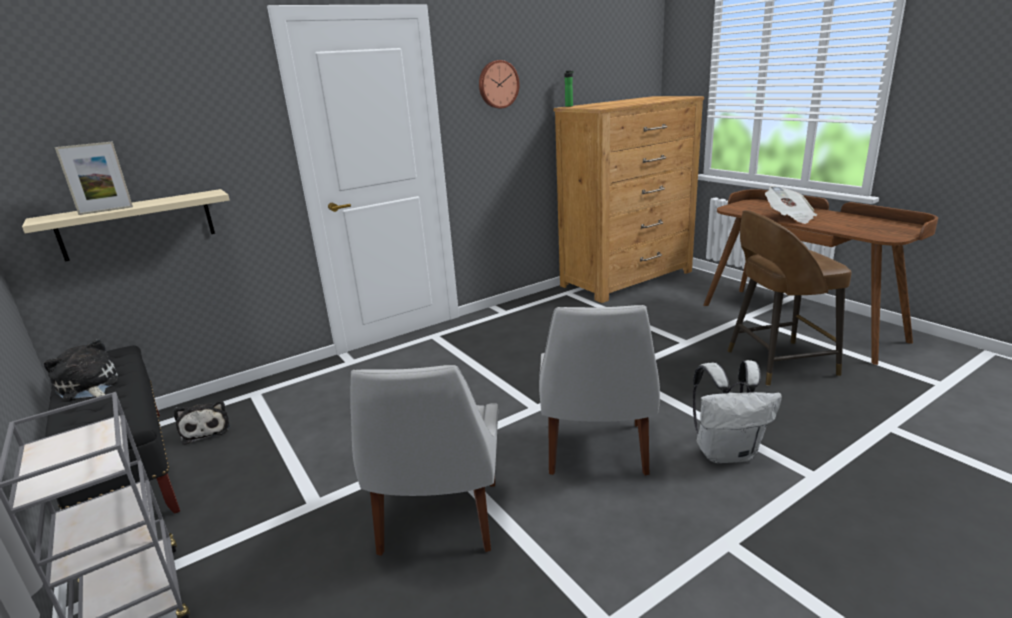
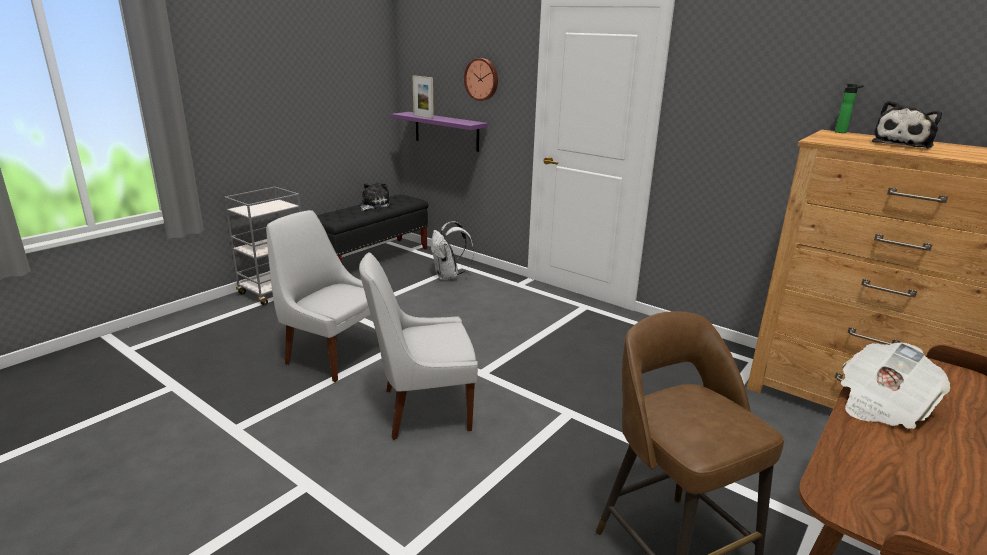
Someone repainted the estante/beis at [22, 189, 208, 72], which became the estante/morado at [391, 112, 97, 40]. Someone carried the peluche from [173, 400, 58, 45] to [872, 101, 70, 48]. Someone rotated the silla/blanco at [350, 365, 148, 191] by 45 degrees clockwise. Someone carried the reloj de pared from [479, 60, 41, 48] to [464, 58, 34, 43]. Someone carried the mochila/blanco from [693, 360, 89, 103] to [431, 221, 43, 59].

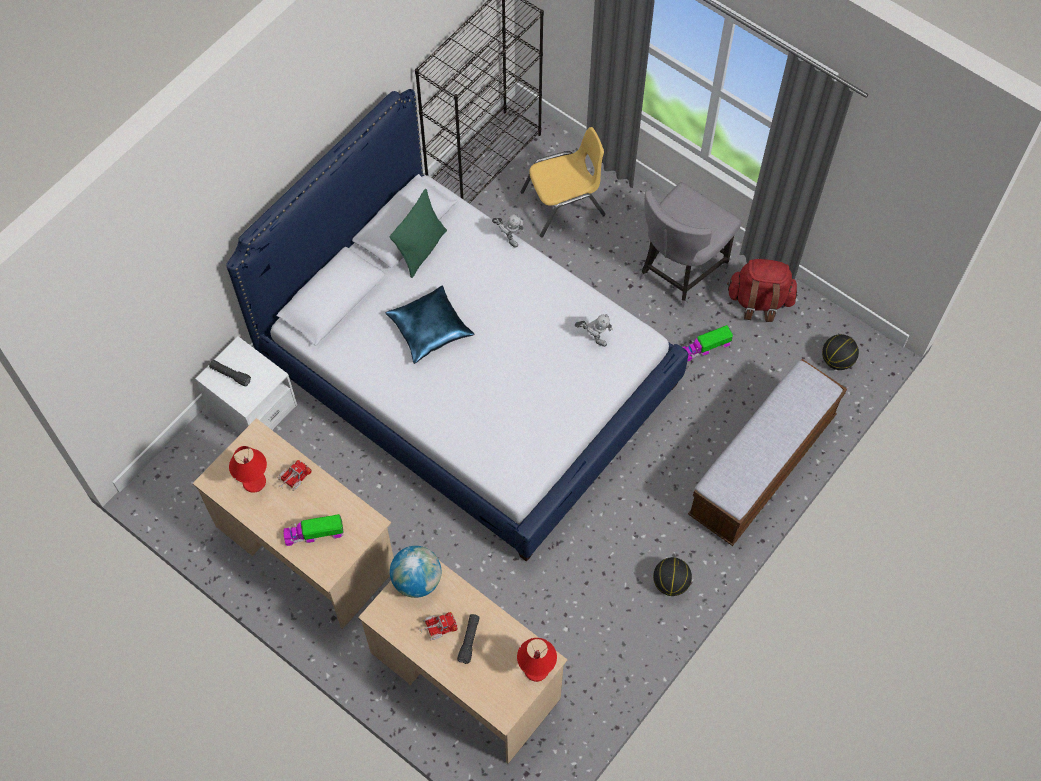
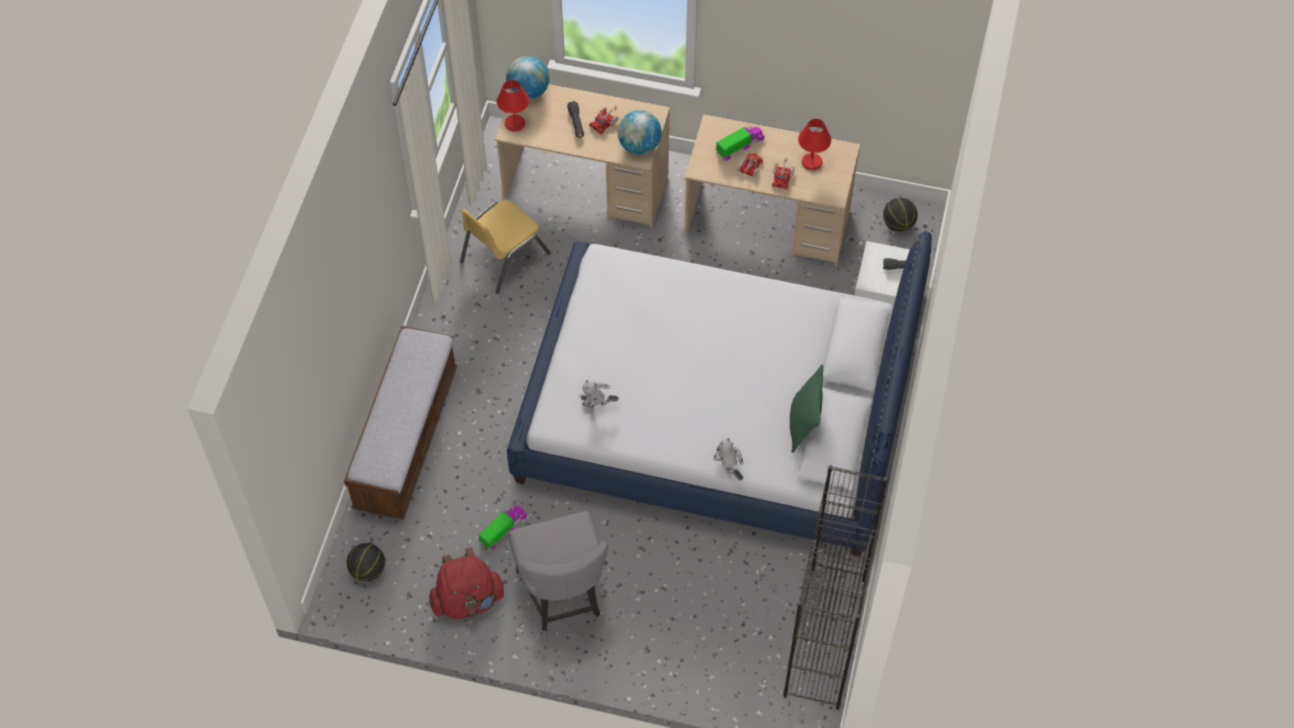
Someone took away the cojín/azul at [386, 286, 89, 78]. Someone rotated the robot de juguete at [492, 214, 32, 34] by 45 degrees clockwise. Someone carried the silla/amarillo from [521, 127, 85, 110] to [460, 200, 91, 94]. Someone rotated the silla/gris at [639, 182, 102, 126] by 150 degrees clockwise. Someone carried the balón de baloncesto from [653, 557, 39, 39] to [883, 198, 35, 34]. Someone put down the globo terráqueo at [506, 56, 44, 44]. Someone put down the camión de juguete at [737, 153, 26, 24].

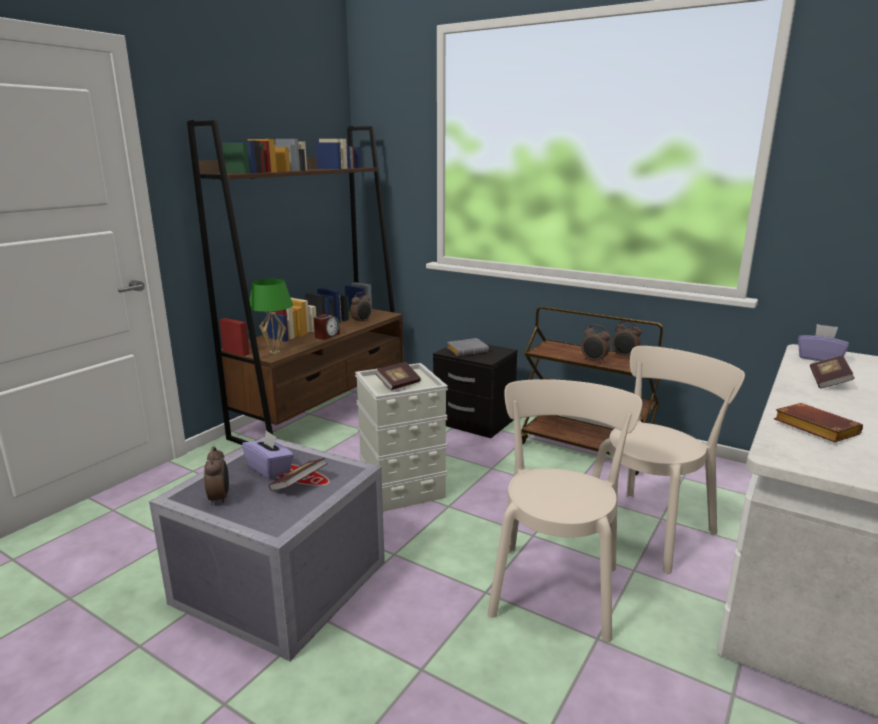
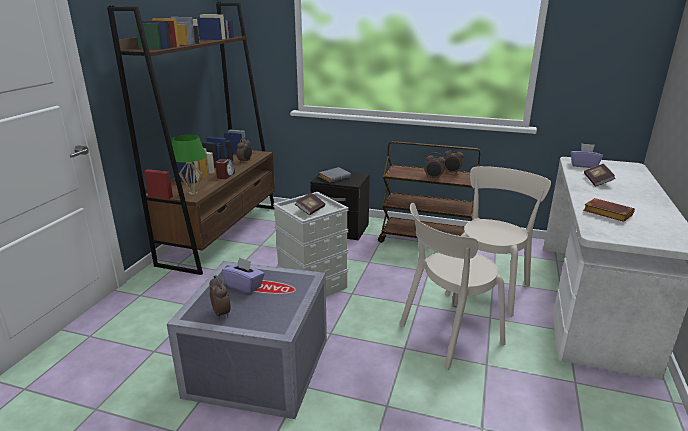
Someone took away the libro at [269, 458, 59, 33]. Someone rotated the silla/beis at [487, 379, 155, 263] by 120 degrees counterclockwise.

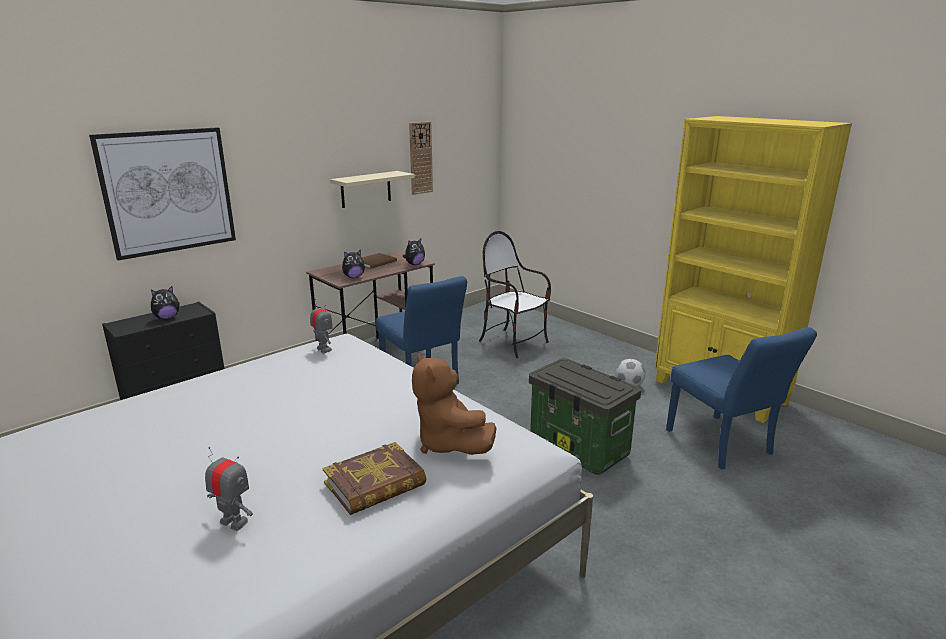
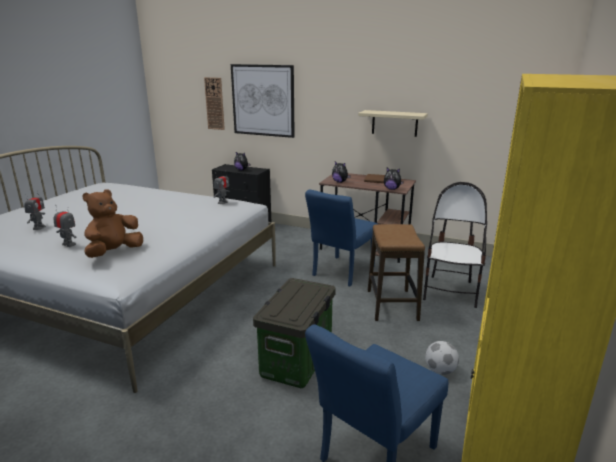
Someone swapped the libro at [323, 442, 103, 73] for the robot de juguete at [54, 205, 23, 42]. Someone carried the reloj de pared from [409, 122, 24, 73] to [204, 77, 21, 53]. Someone put down the taburete at [368, 224, 57, 97].

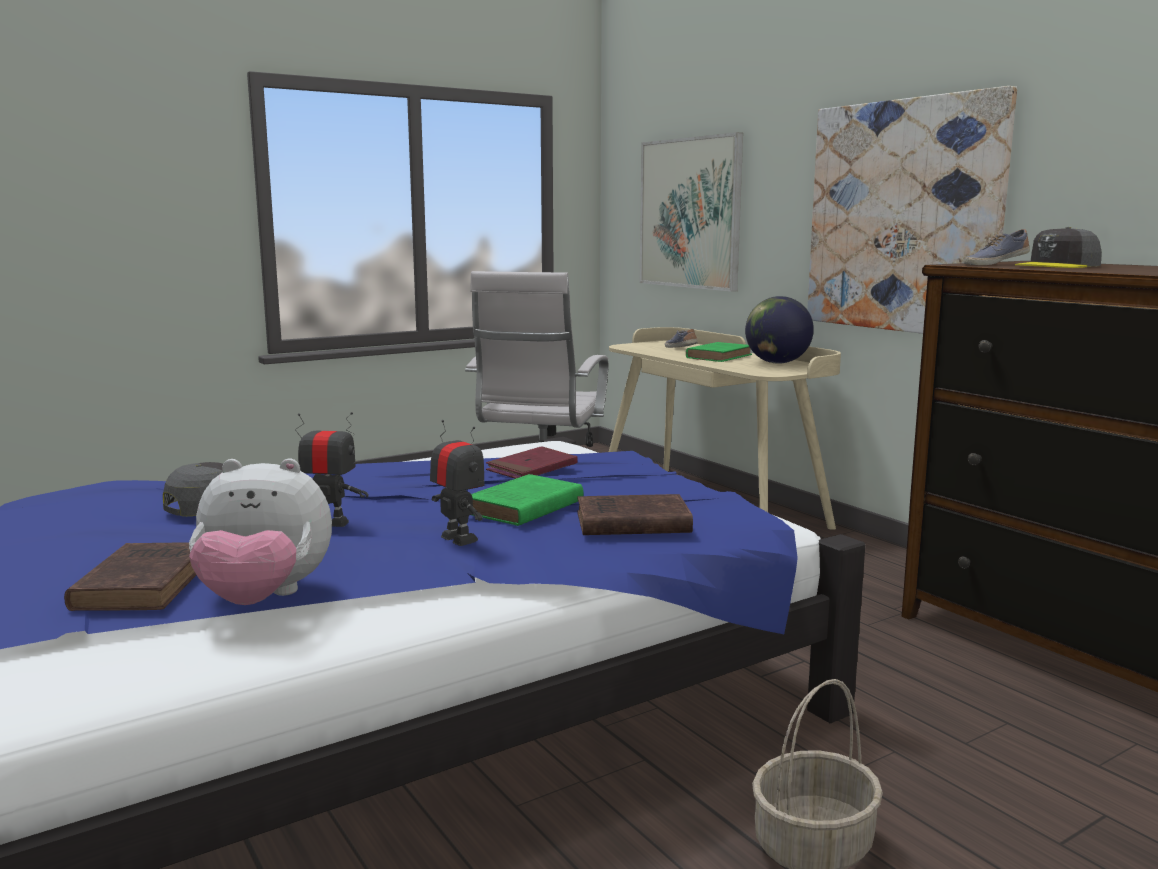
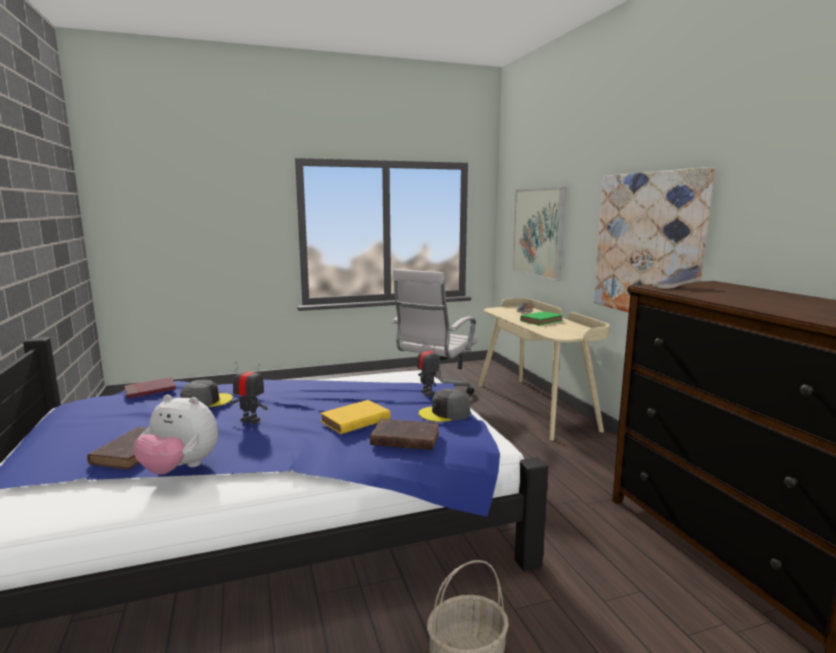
Someone carried the robot de juguete from [430, 420, 54, 126] to [417, 341, 22, 56]. Someone repainted the libro/verde at [471, 474, 112, 52], which became the libro/amarillo at [320, 400, 71, 34]. Someone carried the libro/rojo from [486, 446, 92, 33] to [124, 377, 52, 22]. Someone took away the globo terráqueo at [745, 296, 69, 68]. Someone carried the gorra/gris from [1015, 227, 87, 41] to [419, 389, 51, 33].

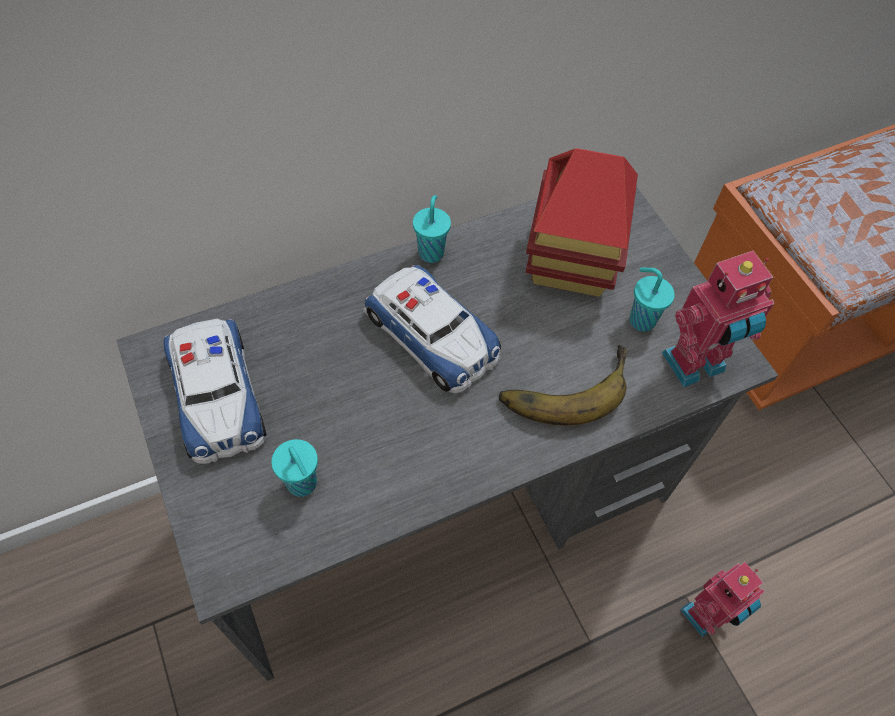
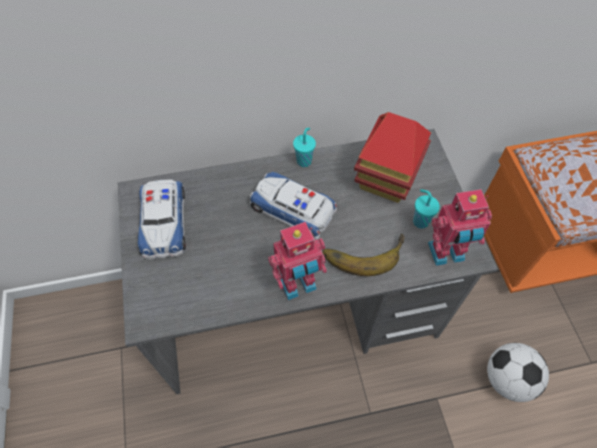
Someone took away the taza/turquesa at [272, 439, 46, 58]. Someone rotated the coche de juguete at [363, 265, 138, 129] by 150 degrees clockwise. Someone carried the robot de juguete from [680, 562, 85, 75] to [268, 222, 59, 78]. Someone put down the balón de fútbol at [487, 343, 62, 59].

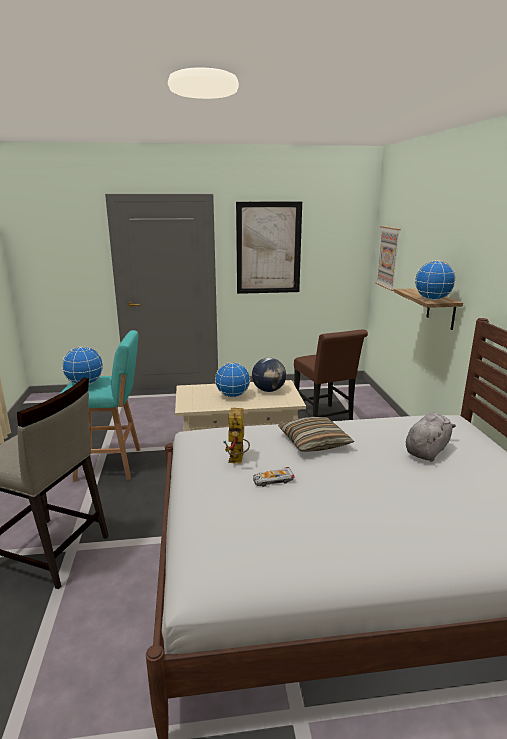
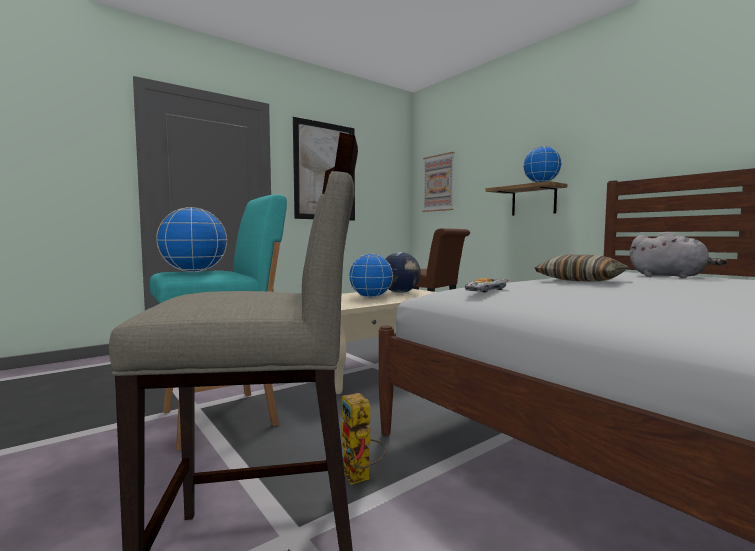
Someone carried the robot de juguete from [224, 408, 26, 55] to [342, 393, 44, 92]. Someone carried the coche de juguete from [253, 467, 42, 20] to [465, 278, 44, 15]. Someone rotated the peluche/gris at [406, 413, 50, 48] by 120 degrees clockwise.

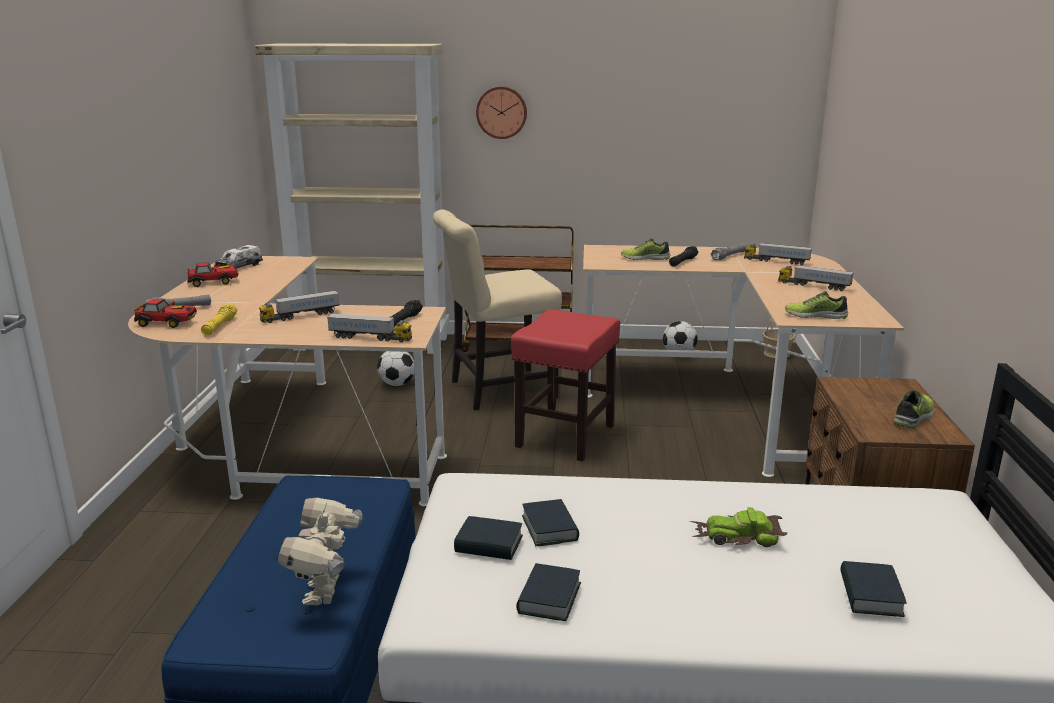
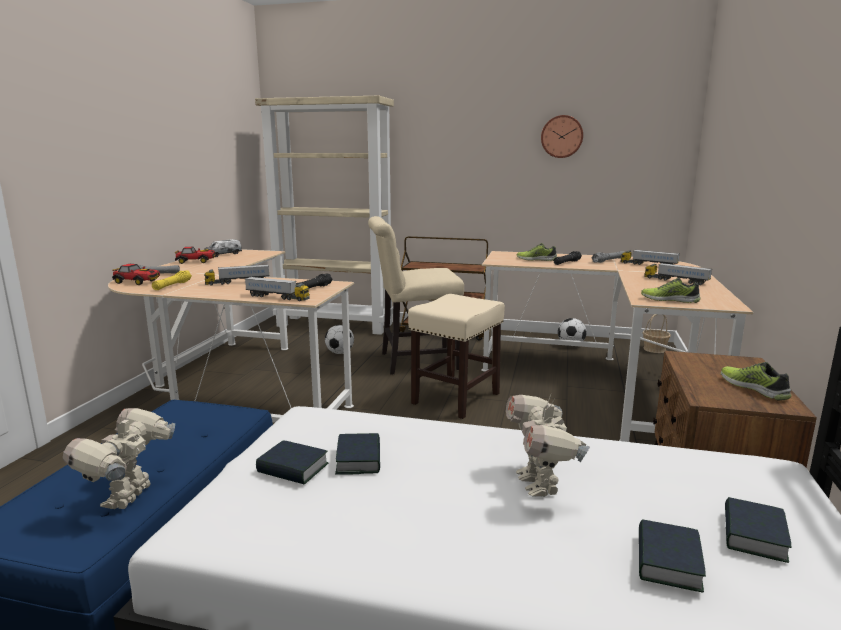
Someone carried the reloj de pared from [476, 86, 51, 53] to [541, 115, 42, 43]. Someone repainted the taburete/rojo at [511, 309, 109, 153], which became the taburete/beis at [408, 294, 97, 125]. Someone carried the libro from [516, 563, 65, 58] to [725, 497, 66, 66]. Someone swapped the coche de juguete at [690, 507, 97, 40] for the robot de juguete at [506, 395, 84, 102]. Someone rotated the zapato at [894, 390, 40, 38] by 75 degrees counterclockwise.

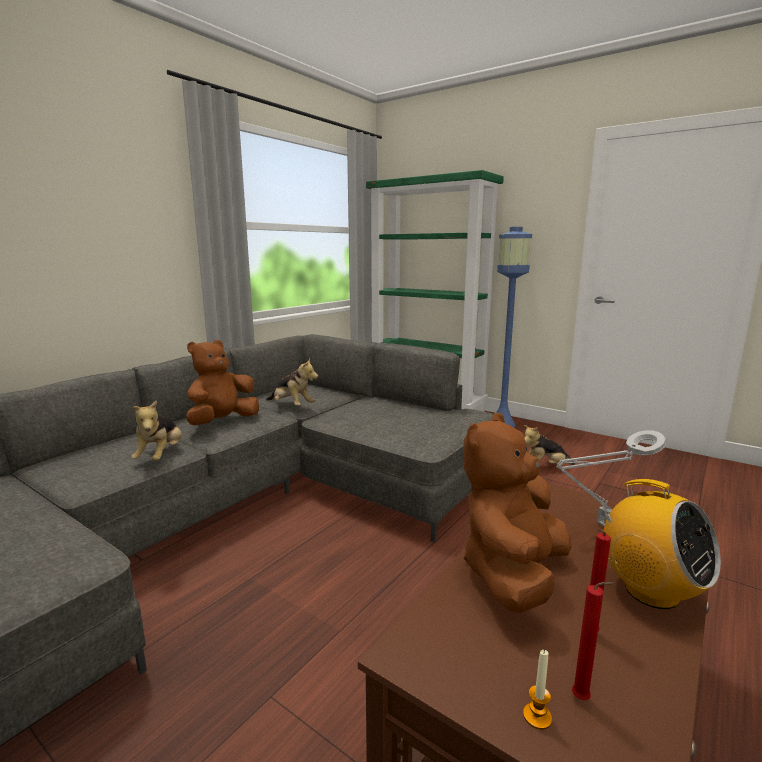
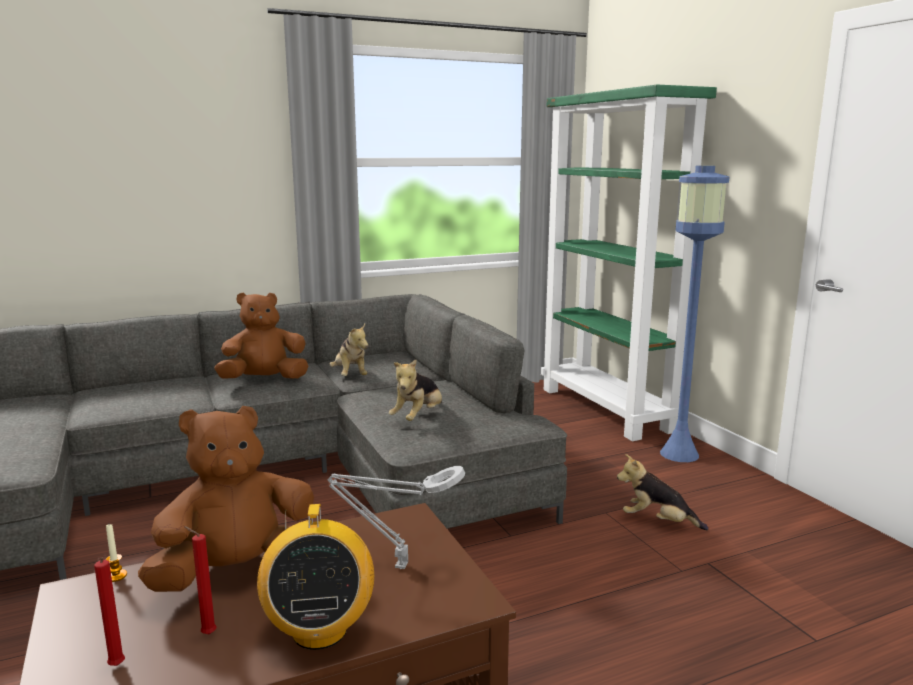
Someone carried the peluche from [131, 400, 51, 61] to [389, 360, 53, 61]. Someone carried the vela from [523, 650, 29, 80] to [106, 524, 21, 58].

